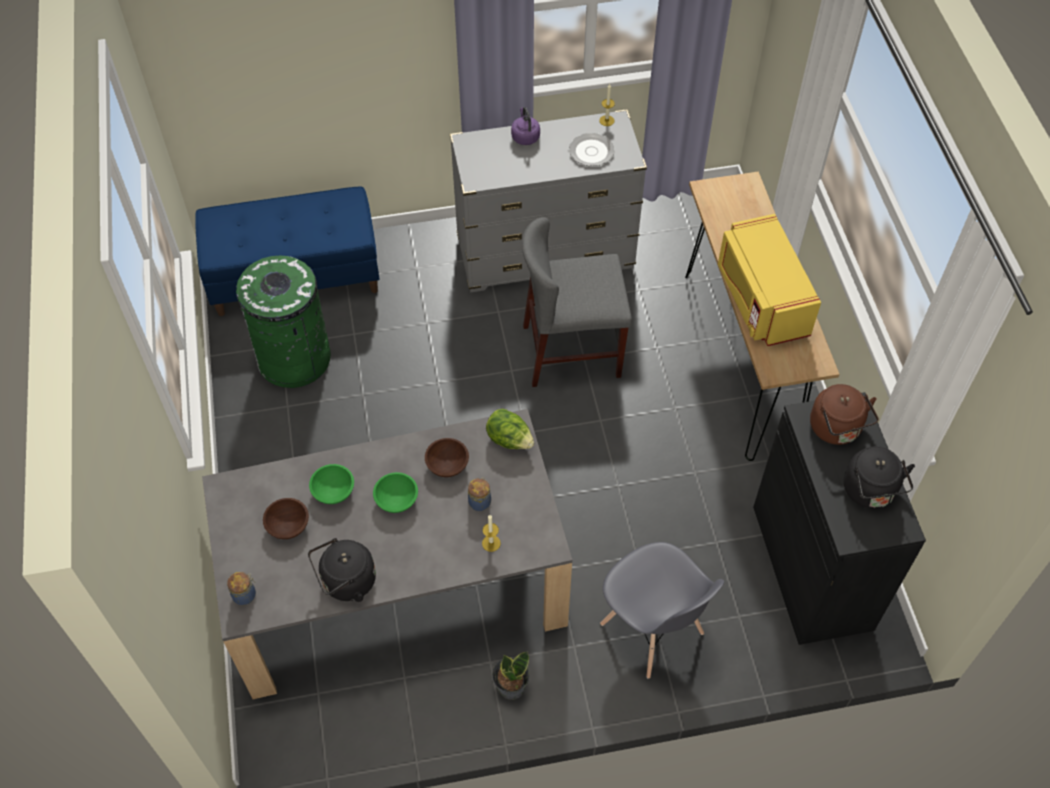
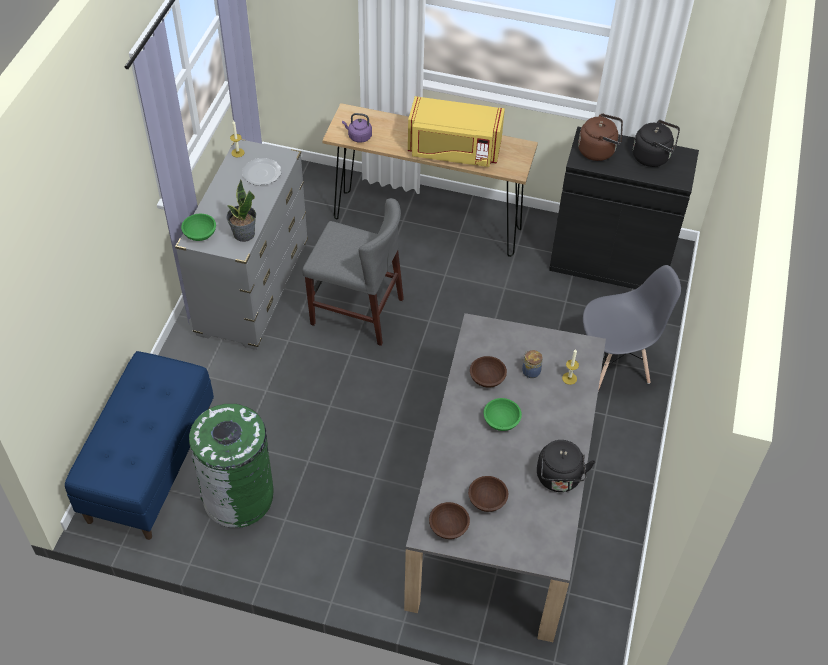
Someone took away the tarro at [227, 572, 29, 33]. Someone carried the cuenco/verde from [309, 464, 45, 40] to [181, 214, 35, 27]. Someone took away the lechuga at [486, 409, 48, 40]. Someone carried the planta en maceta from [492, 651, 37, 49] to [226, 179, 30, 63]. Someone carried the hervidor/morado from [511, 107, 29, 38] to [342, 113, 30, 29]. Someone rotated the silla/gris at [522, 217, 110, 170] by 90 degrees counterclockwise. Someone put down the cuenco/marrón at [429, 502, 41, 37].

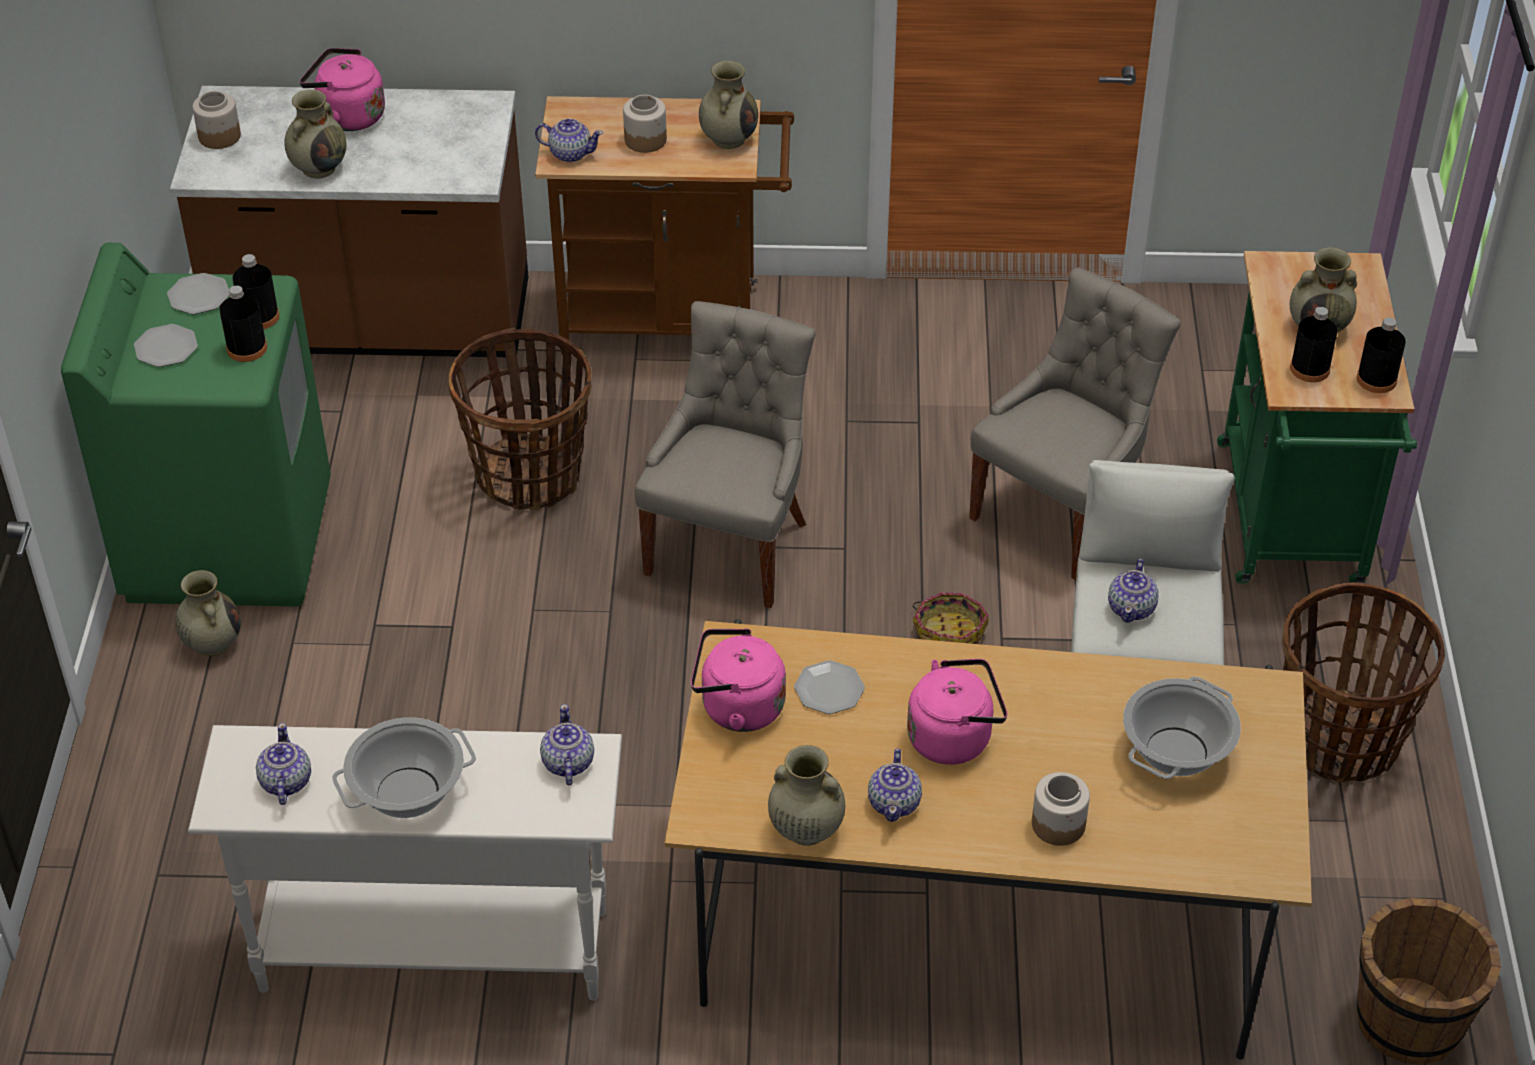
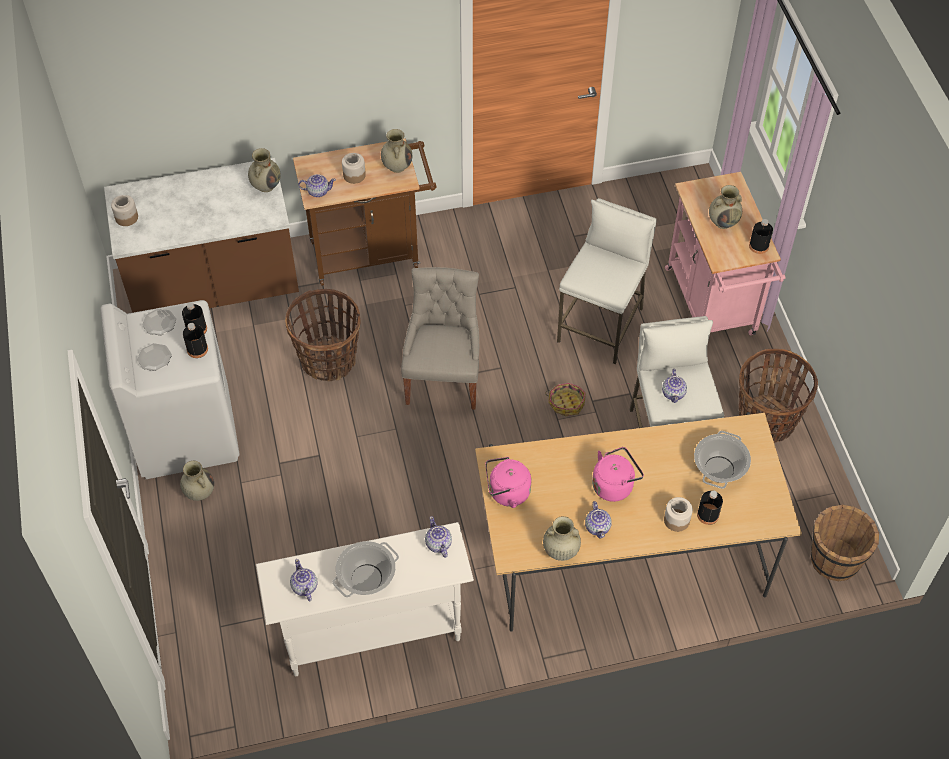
Someone repainted the lavadora/verde at [61, 243, 270, 364], which became the lavadora/blanco at [101, 300, 139, 179]. Someone carried the florero/beis from [284, 89, 62, 89] to [248, 148, 33, 44]. Someone took away the hervidor/rosa at [300, 48, 85, 83]. Someone took away the plato at [794, 660, 71, 54]. Someone swapped the silla/gris at [969, 267, 212, 313] for the taburete/blanco at [557, 198, 100, 166]. Someone repainted the carrito/verde at [1217, 251, 200, 333], which became the carrito/rosa at [665, 172, 120, 163]. Someone carried the botella/negro from [1290, 307, 48, 75] to [697, 490, 26, 35].

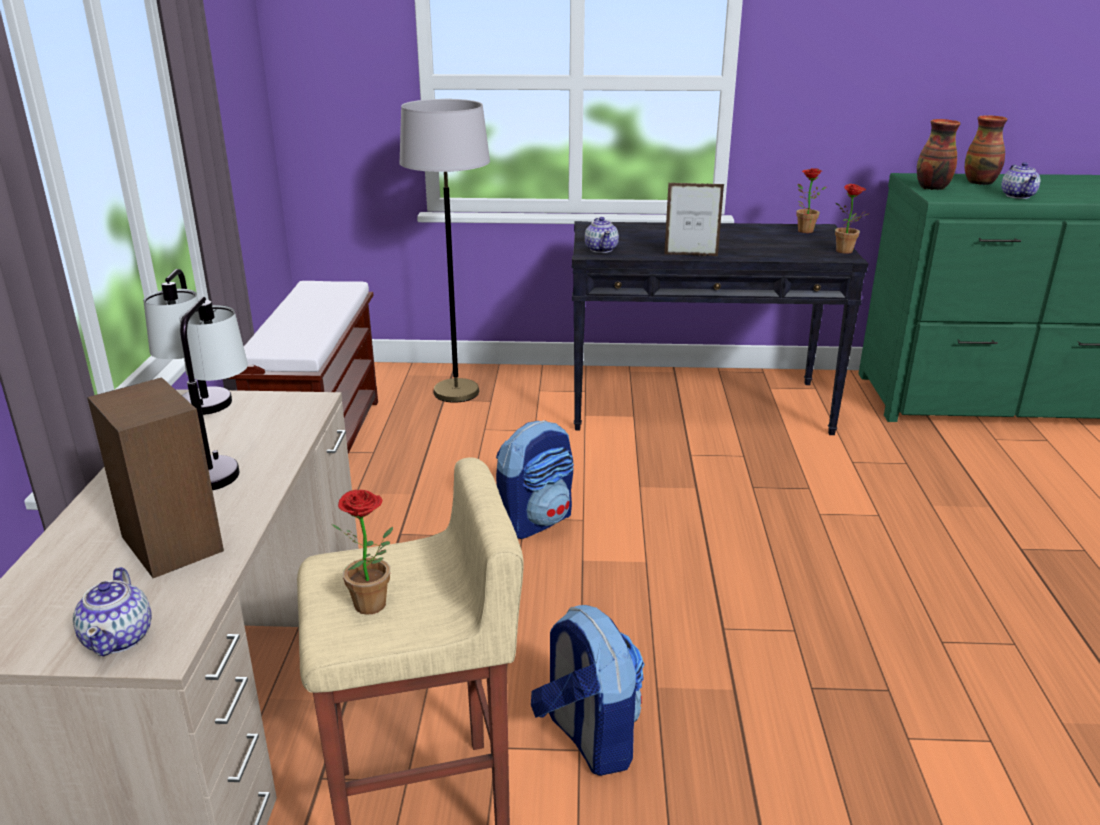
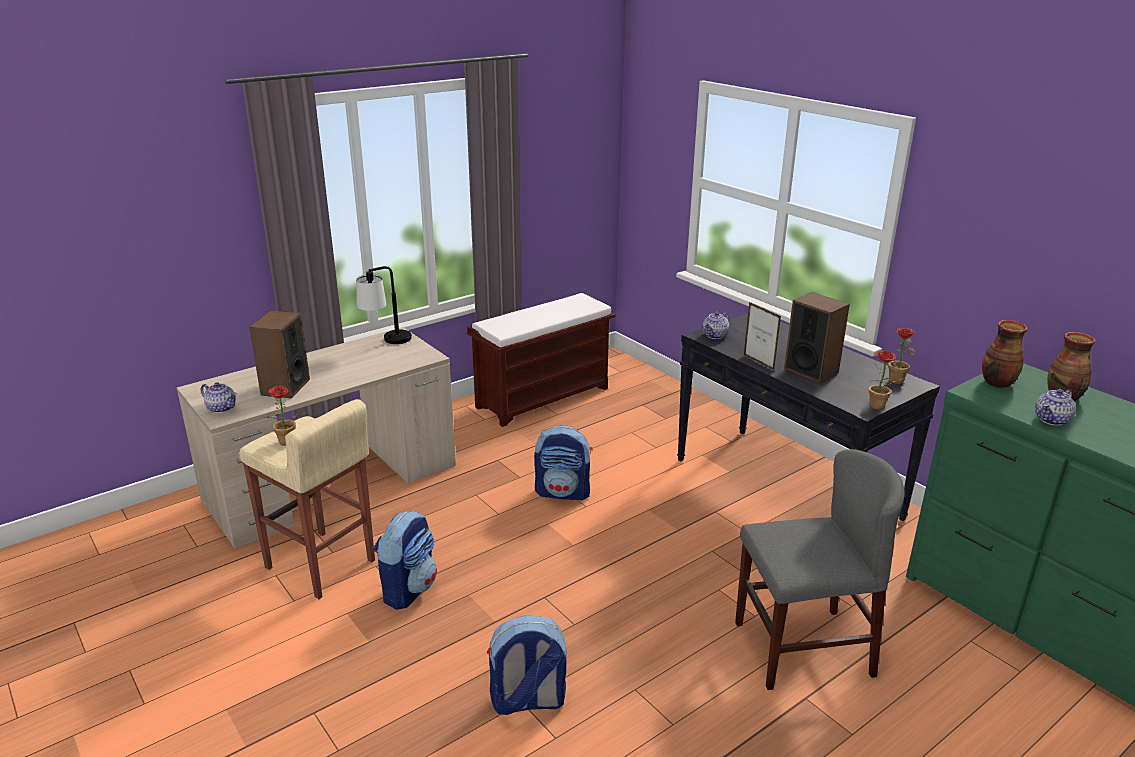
Someone rotated the tetera at [73, 567, 79, 89] by 105 degrees counterclockwise. Someone took away the lámpara de mesa at [180, 297, 68, 193]. Someone took away the lámpara de pie/gris at [399, 99, 91, 304]. Someone put down the mochila at [487, 615, 80, 100]. Someone put down the silla/gris at [735, 449, 170, 241]. Someone put down the altavoz at [784, 292, 66, 91].

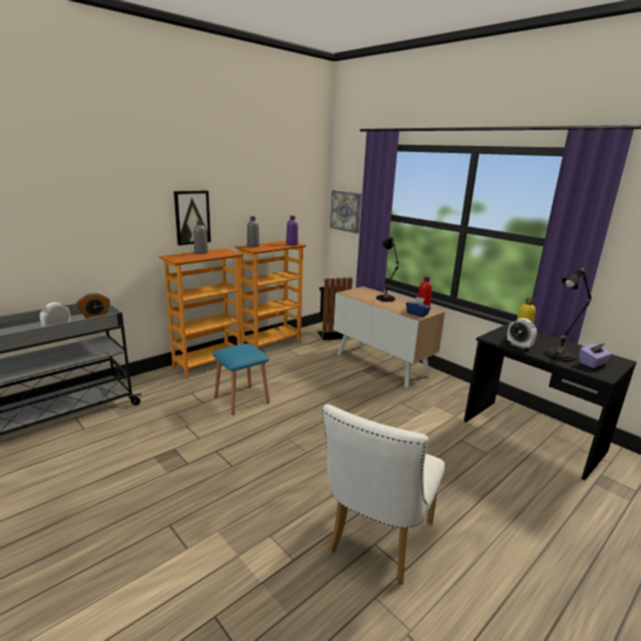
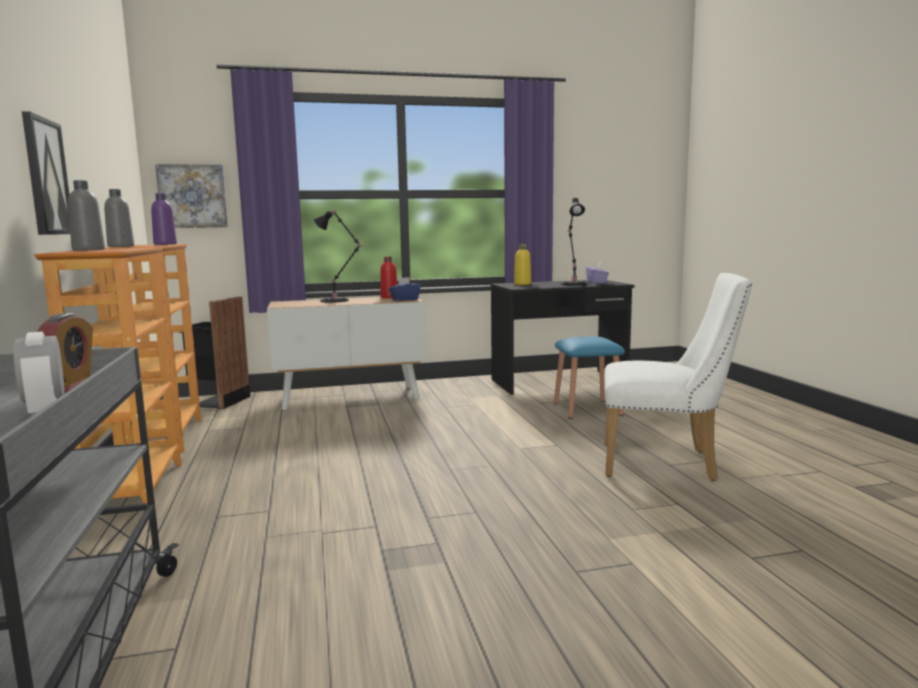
Someone carried the taburete/azul from [213, 344, 57, 71] to [554, 337, 71, 82]. Someone rotated the silla/blanco at [322, 404, 123, 181] by 45 degrees counterclockwise. Someone took away the despertador at [507, 318, 30, 31].

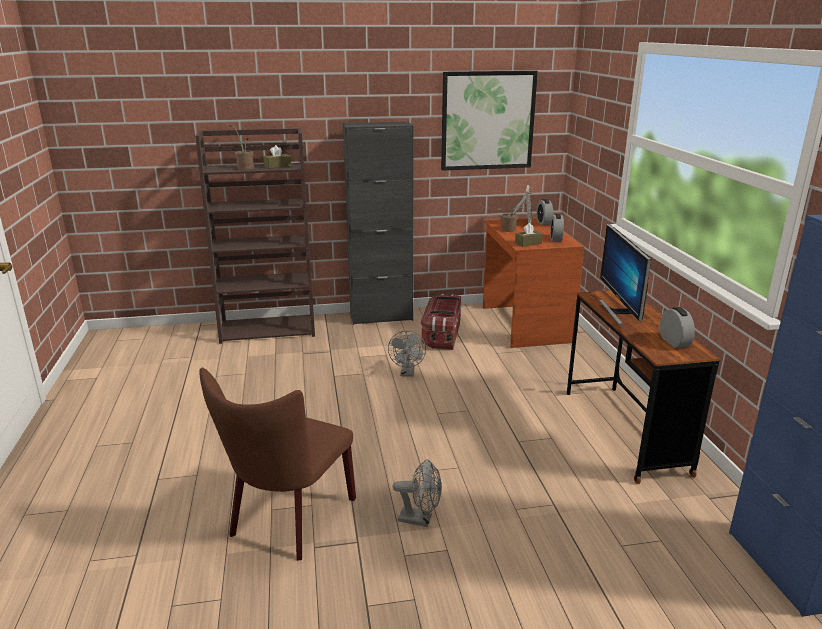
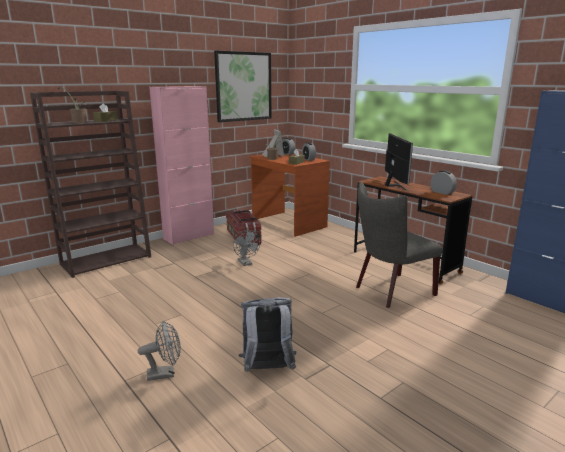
Someone swapped the silla/marrón at [199, 368, 157, 193] for the mochila/gris at [238, 297, 58, 75]. Someone repainted the armario/negro at [343, 121, 71, 204], which became the armario/rosa at [149, 86, 65, 159]. Someone carried the ventilador/gris from [393, 459, 49, 68] to [138, 321, 43, 60]. Someone rotated the monitor at [600, 224, 51, 101] by 150 degrees counterclockwise. Someone put down the silla/gris at [356, 182, 87, 126].

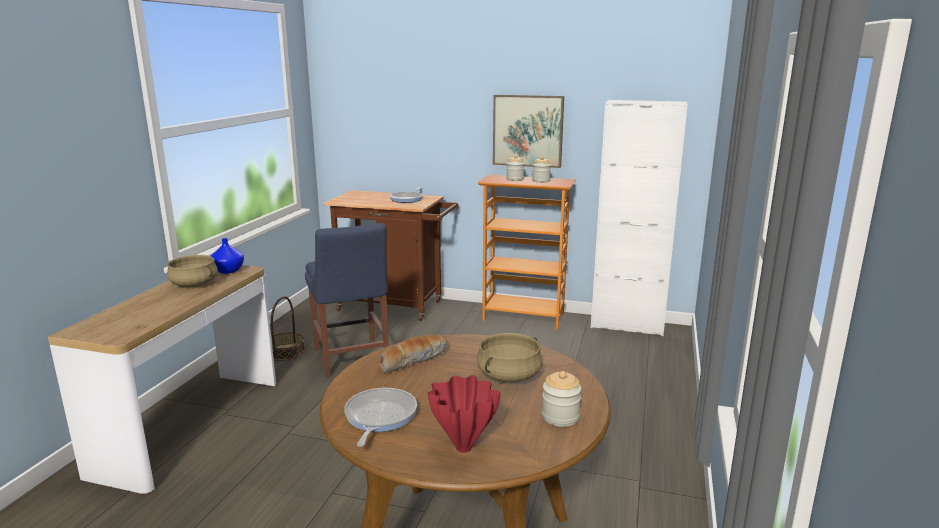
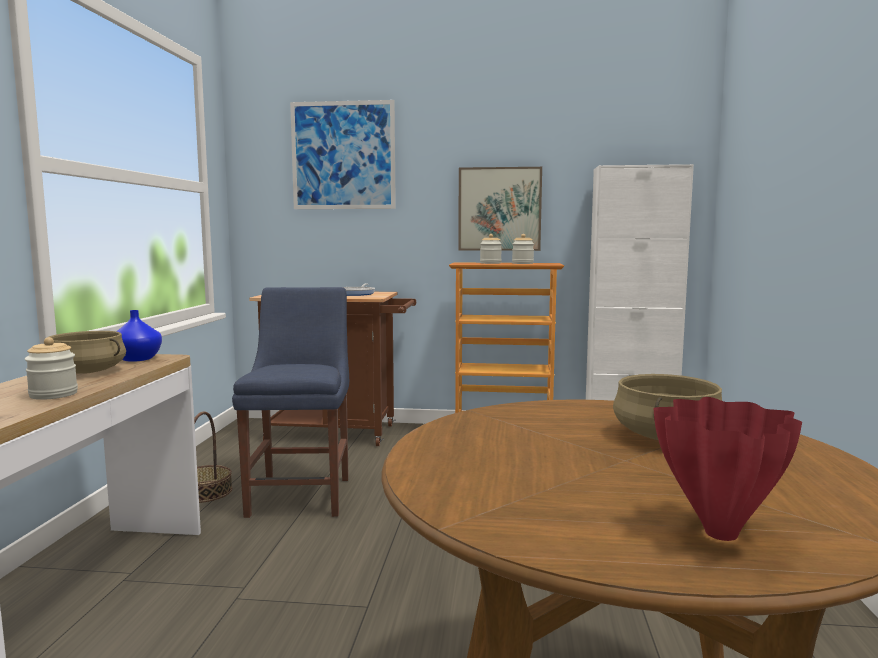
Someone rotated the silla/azul at [305, 223, 84, 155] by 150 degrees counterclockwise. Someone took away the sartén at [344, 388, 73, 59]. Someone took away the pan at [380, 334, 67, 39]. Someone carried the tarro from [542, 371, 39, 56] to [25, 337, 53, 63]. Someone put up the cuadro at [290, 100, 106, 109].

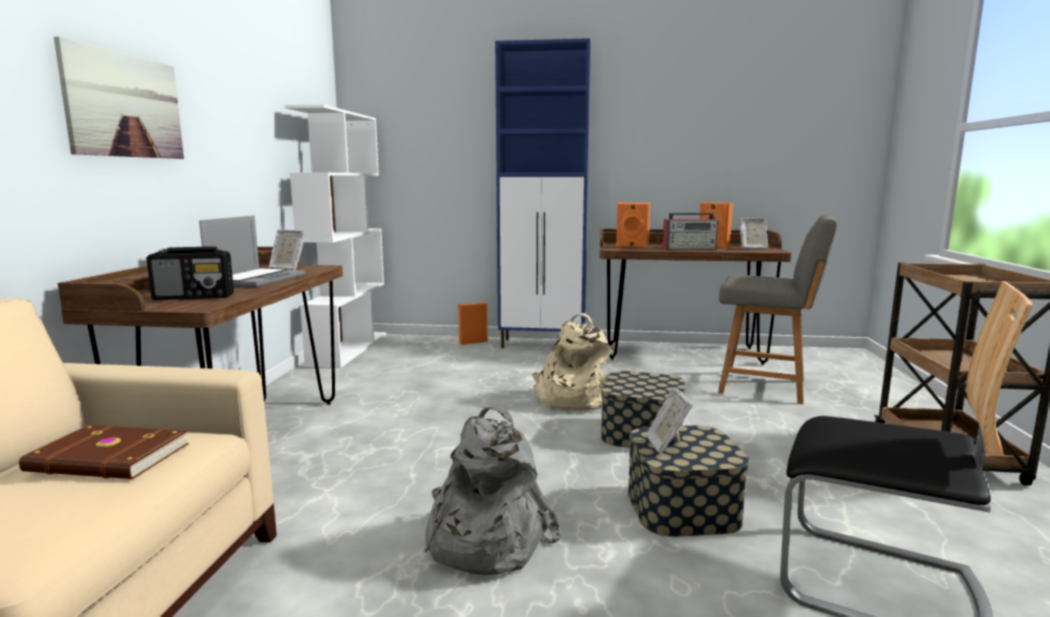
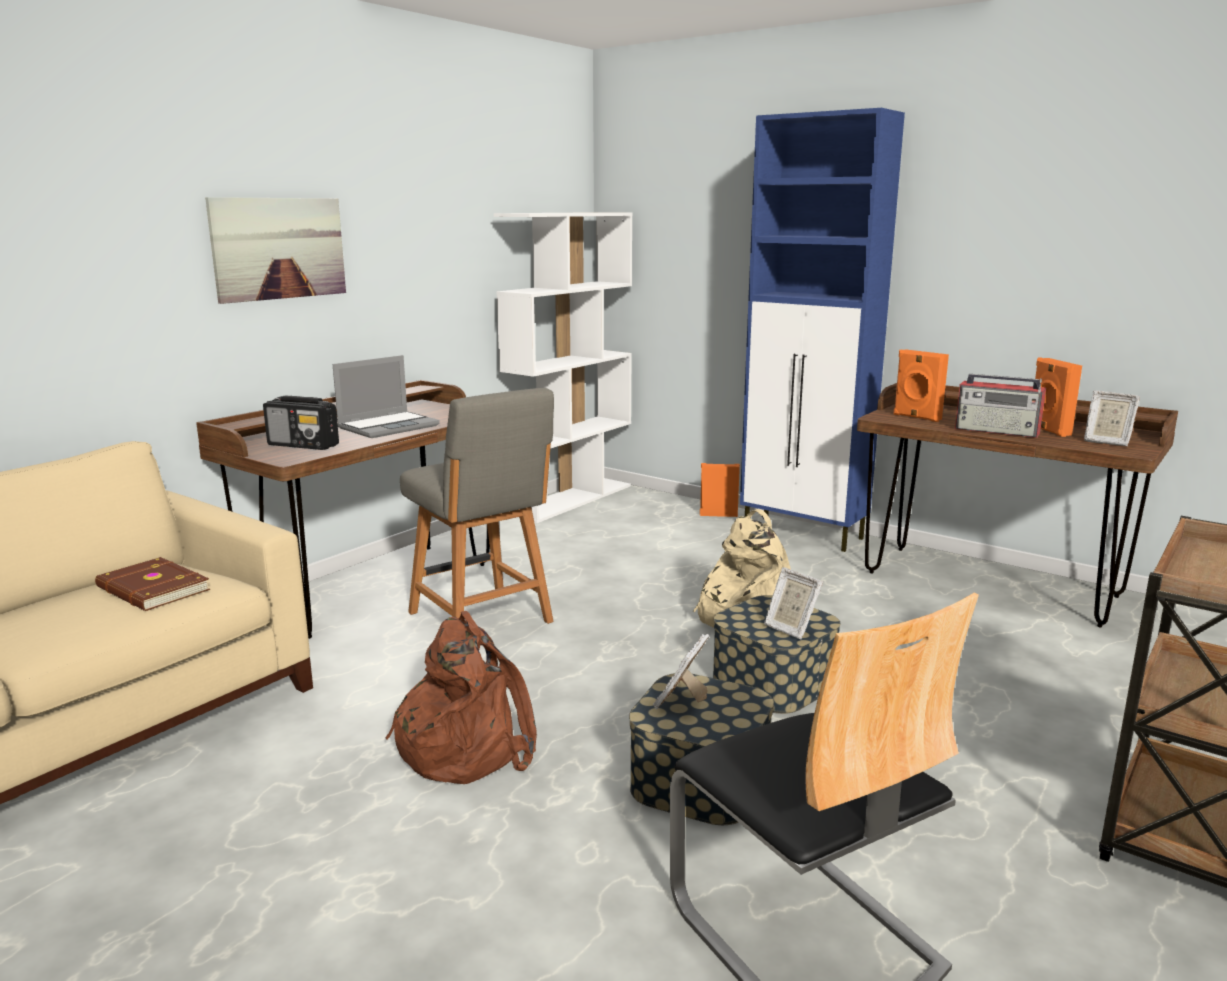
Someone carried the portarretratos from [269, 230, 37, 40] to [764, 567, 59, 72]. Someone repainted the mochila/gris at [424, 405, 137, 170], which became the mochila/marrón at [385, 611, 152, 173]. Someone carried the silla/gris from [718, 214, 119, 190] to [400, 388, 154, 236].

